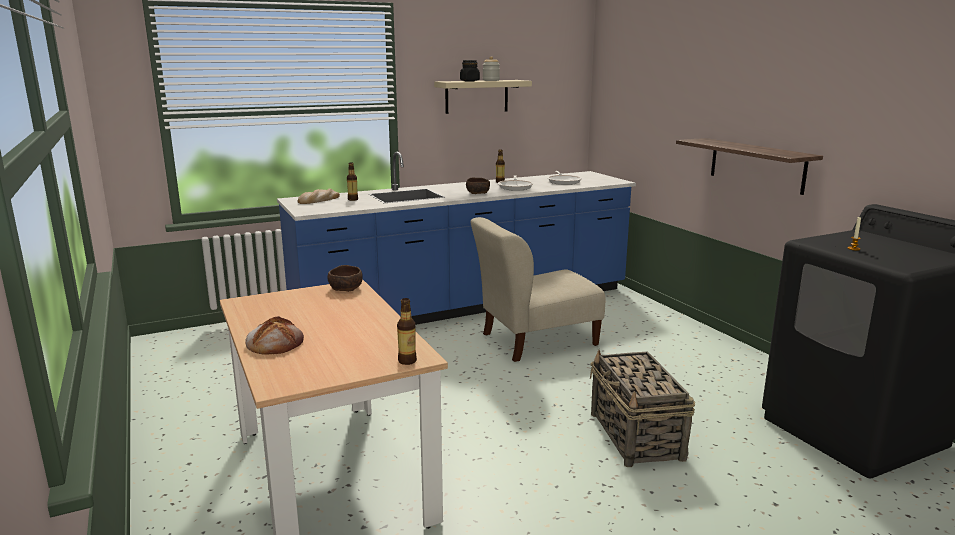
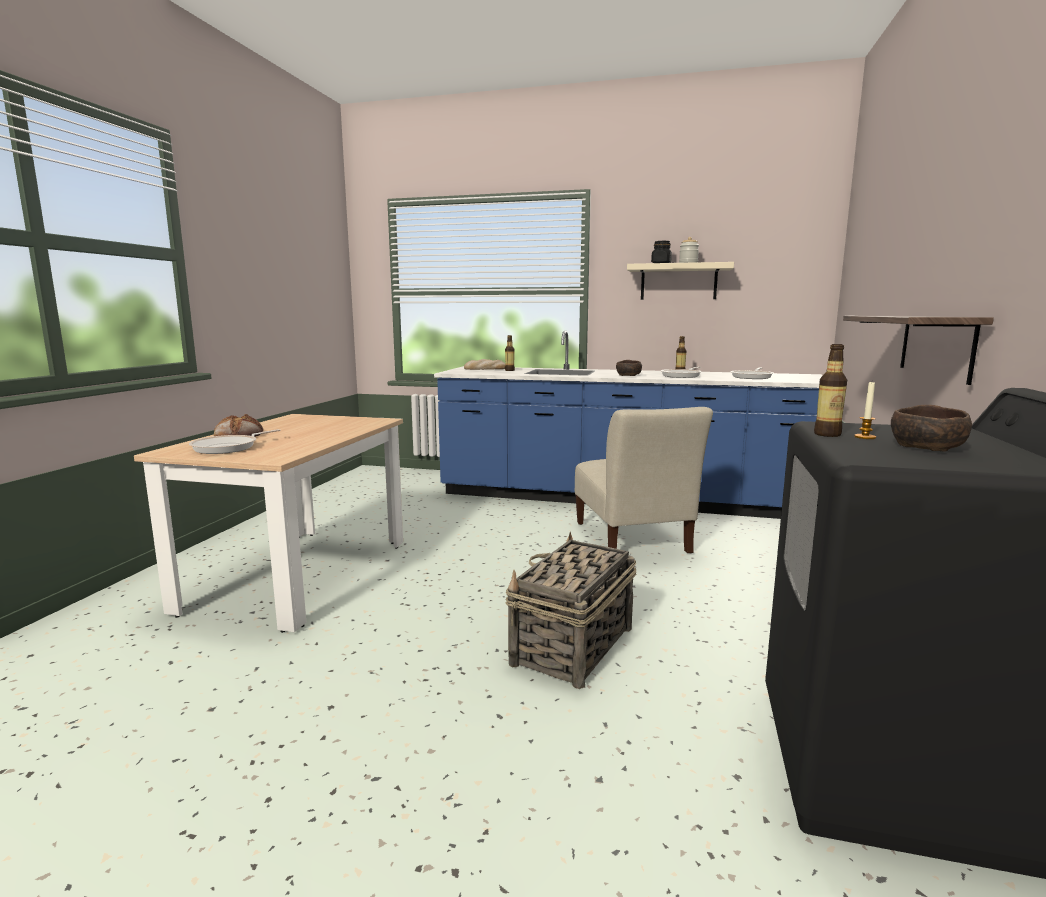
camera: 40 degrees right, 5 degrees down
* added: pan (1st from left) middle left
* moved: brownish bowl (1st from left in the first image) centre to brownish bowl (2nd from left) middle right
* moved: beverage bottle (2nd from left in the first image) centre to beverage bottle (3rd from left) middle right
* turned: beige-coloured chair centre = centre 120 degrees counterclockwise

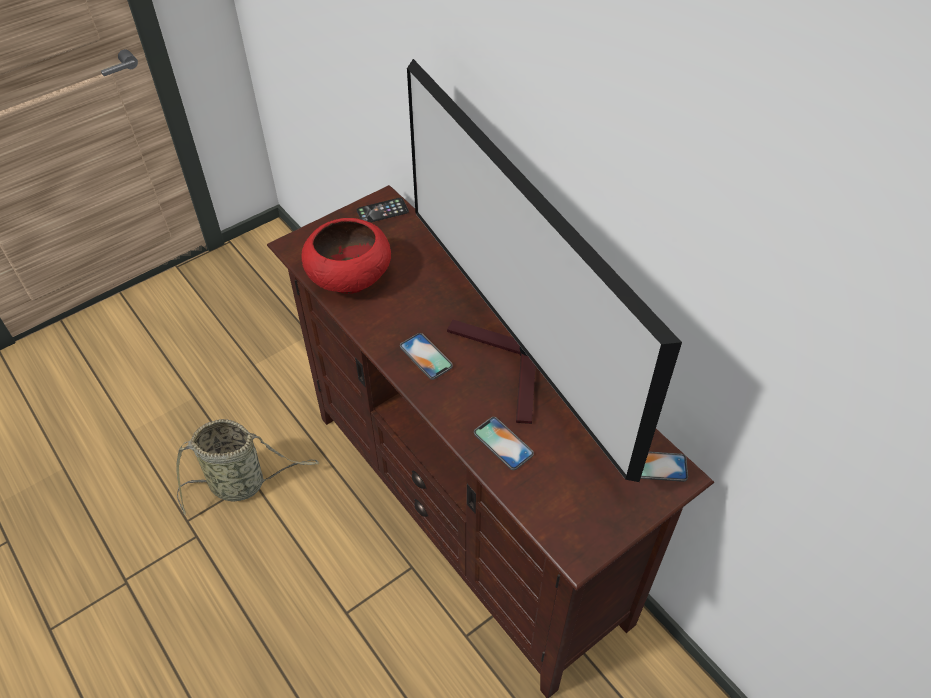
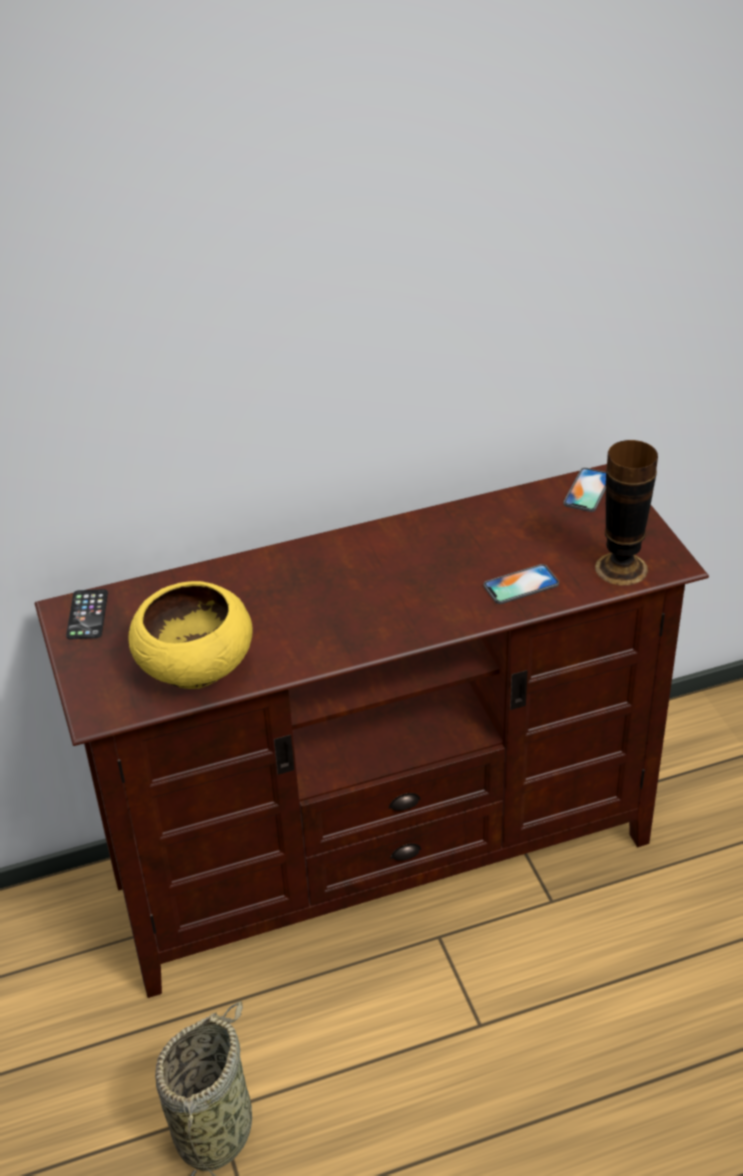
camera: 70 degrees left, 10 degrees down
* removed: handset (2nd from left) centre
* removed: TV set centre
* added: vase middle right
* recoloured: red-coloured bowl centre to yellowish bowl middle left

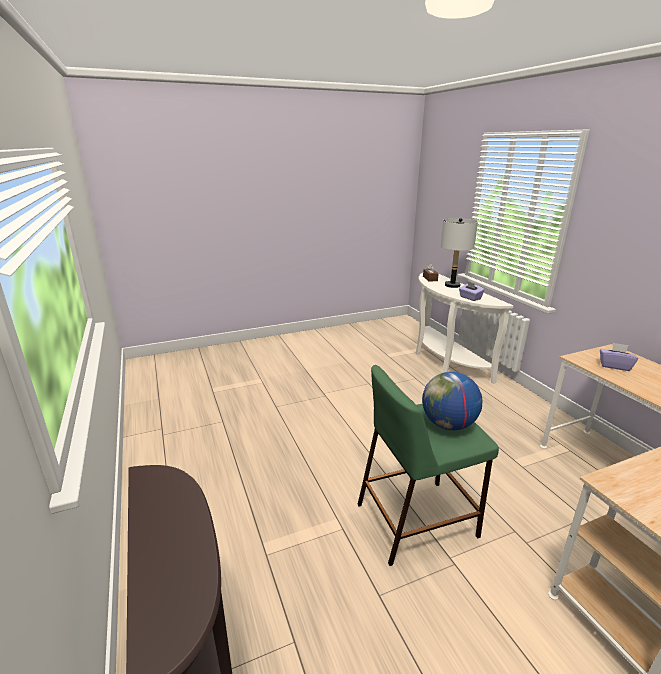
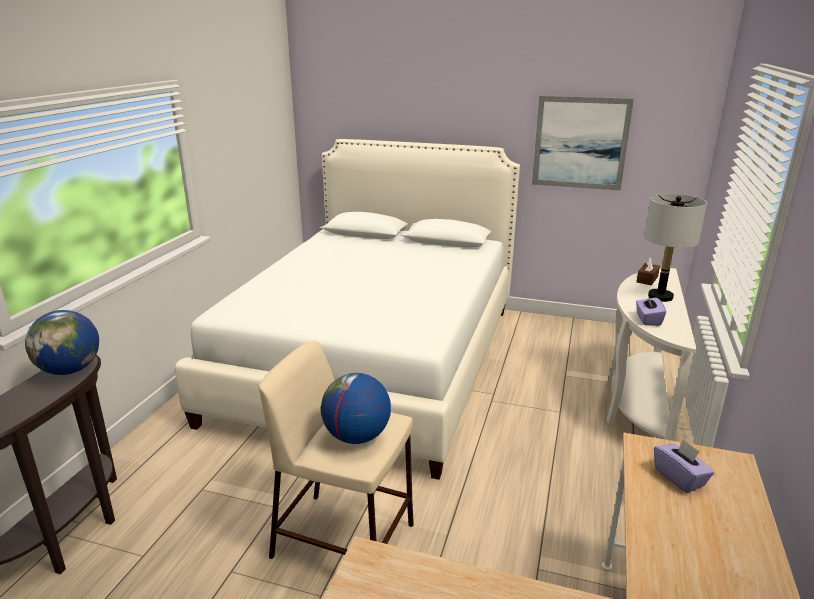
camera: 40 degrees right, 0 degrees up
* added: world globe (1st from left) middle left
* added: white-coloured bedroom bed centre
* added: wall art top right
* recoloured: greenish stool seat bottom centre to beige-coloured stool seat bottom centre

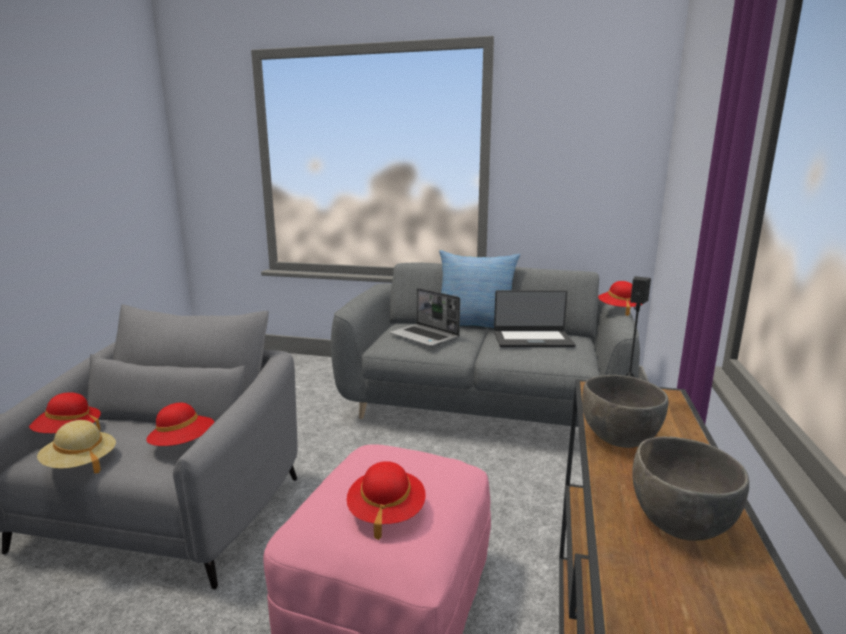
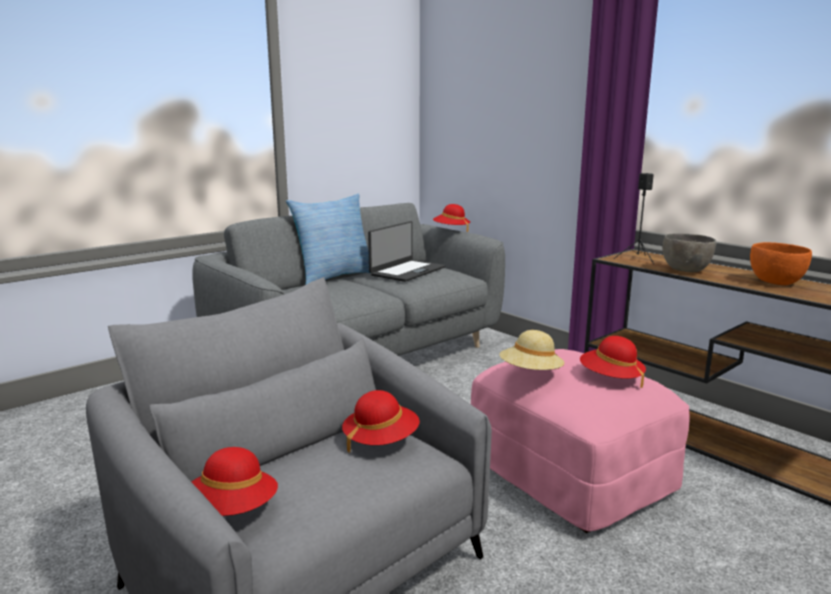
camera: 55 degrees left, 0 degrees up
* removed: laptop (1st from left) centre
* moved: beige-coloured clothing hat bottom left to centre
* recoloured: greyish bowl (2nd from left) bottom right to orange-coloured bowl middle right

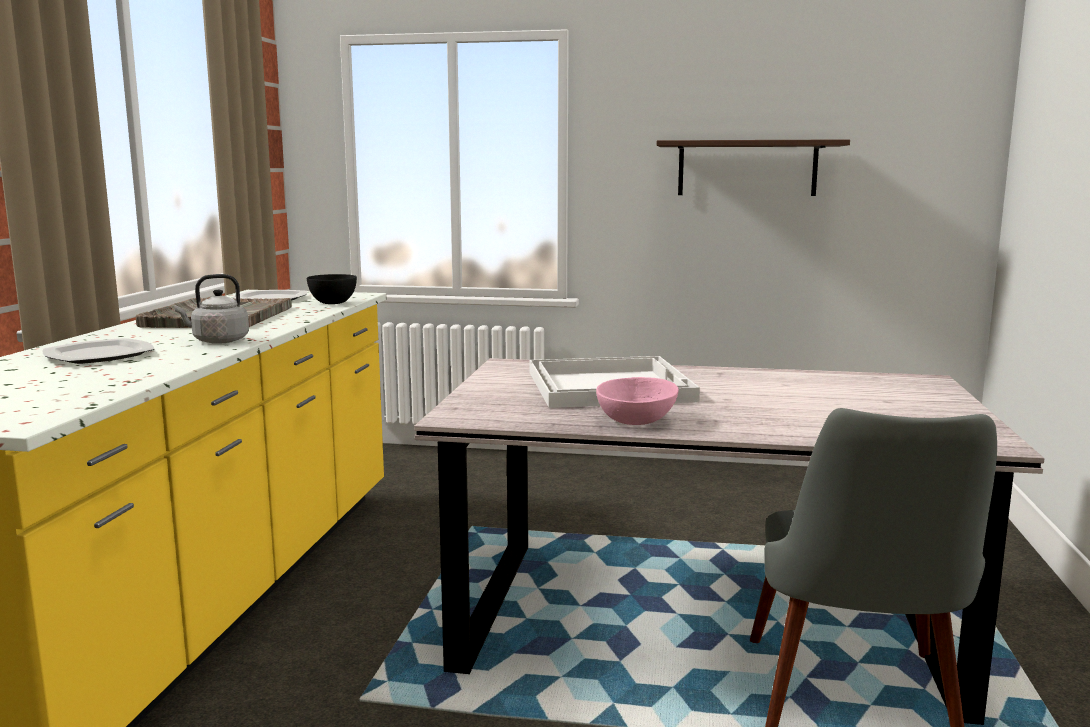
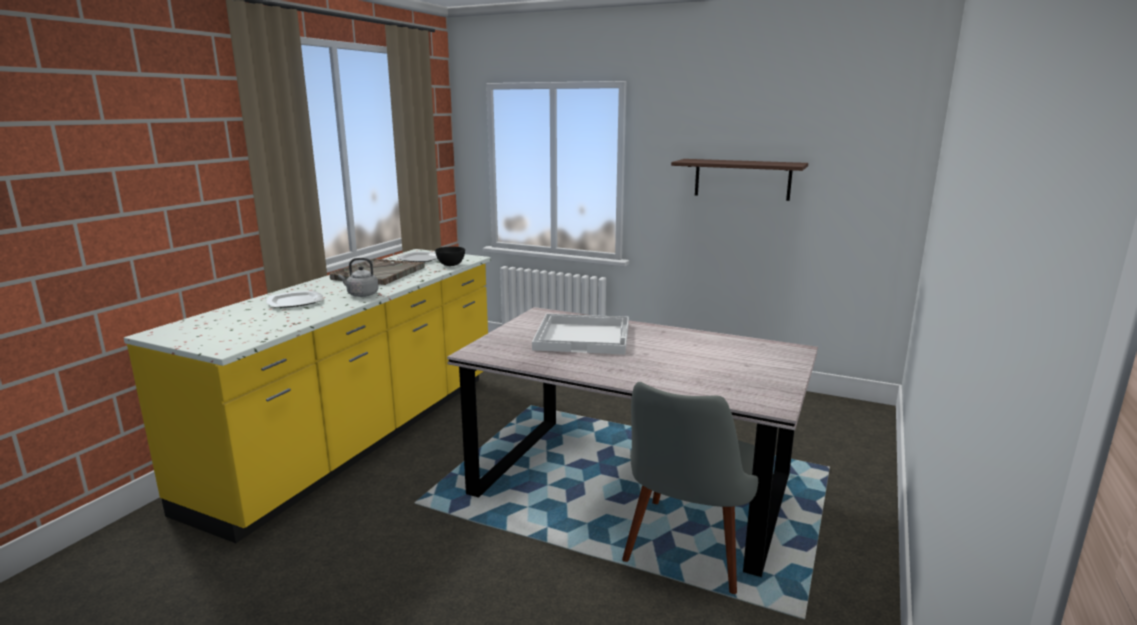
camera: 15 degrees right, 5 degrees up
* removed: pink-coloured bowl centre

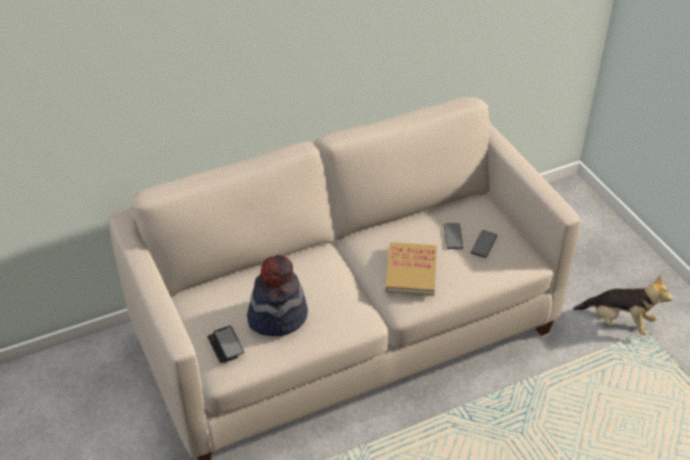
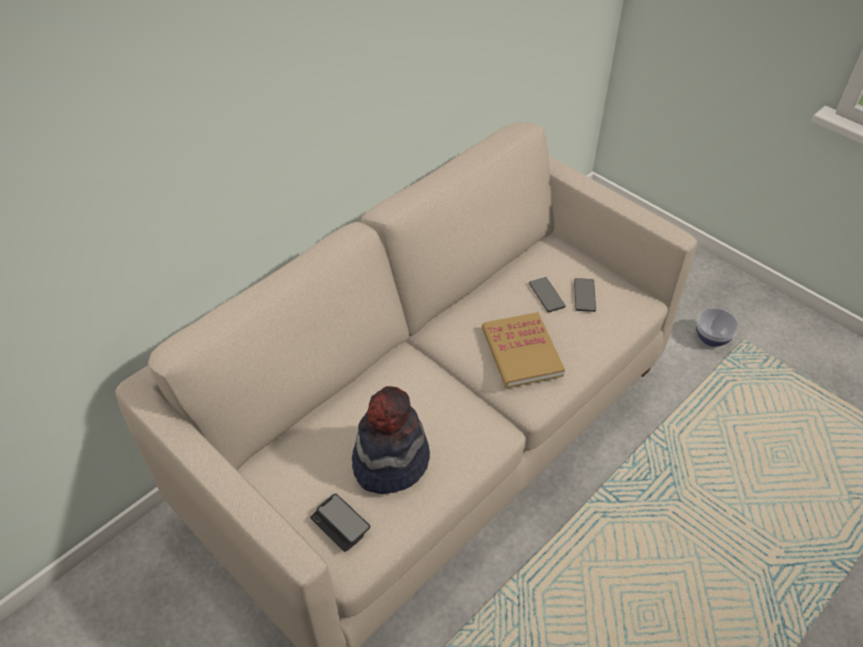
camera: 20 degrees left, 5 degrees up
* replaced: soft toy middle right to bowl middle right

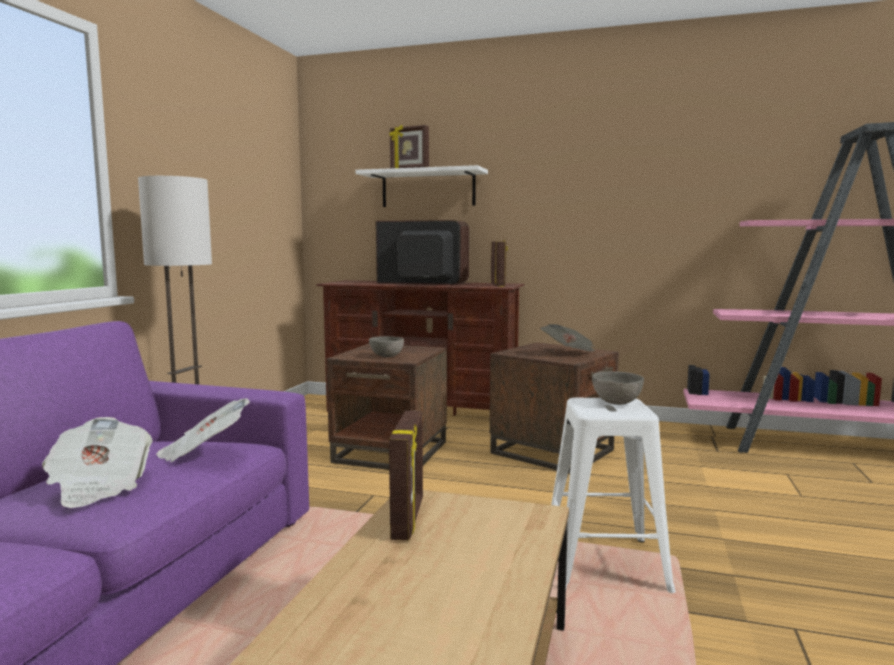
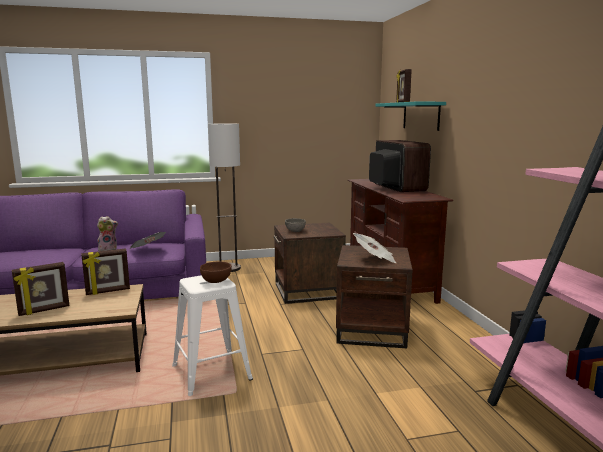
camera: 60 degrees right, 5 degrees up
* moved: standing frame (3rd from left in the first image) centre to standing frame (1st from left) middle left
* replaced: printed paper (1st from left) bottom left to soft toy middle left
* recoloured: white-coloured bracket shelf top centre to blue-green bracket shelf top right
* recoloured: greyish bowl (2nd from left) middle right to brownish bowl centre

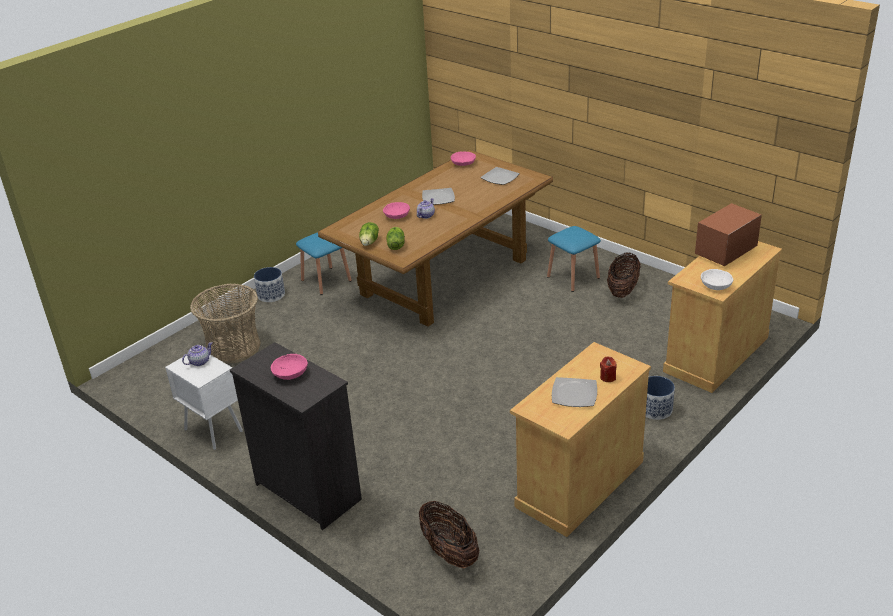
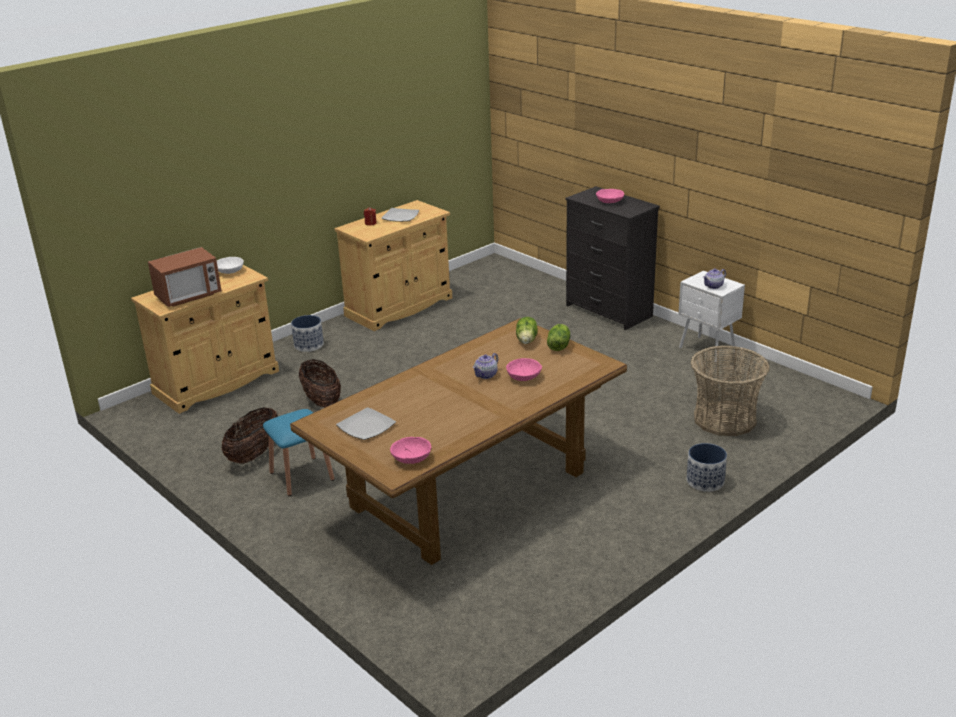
camera: 175 degrees left, 5 degrees down
* removed: blue stool seat (1st from left) centre
* removed: flat dish (1st from left) top centre
* moved: storage basket (2nd from left) bottom centre to centre

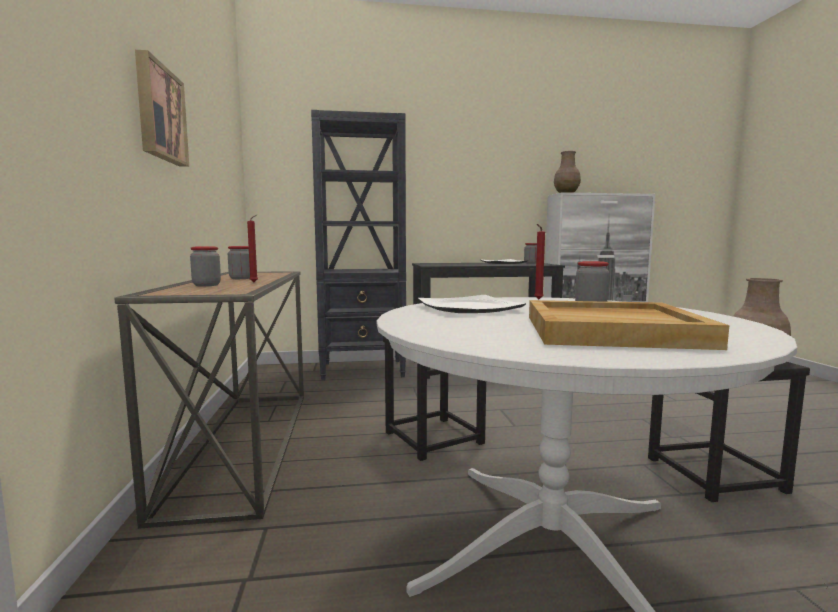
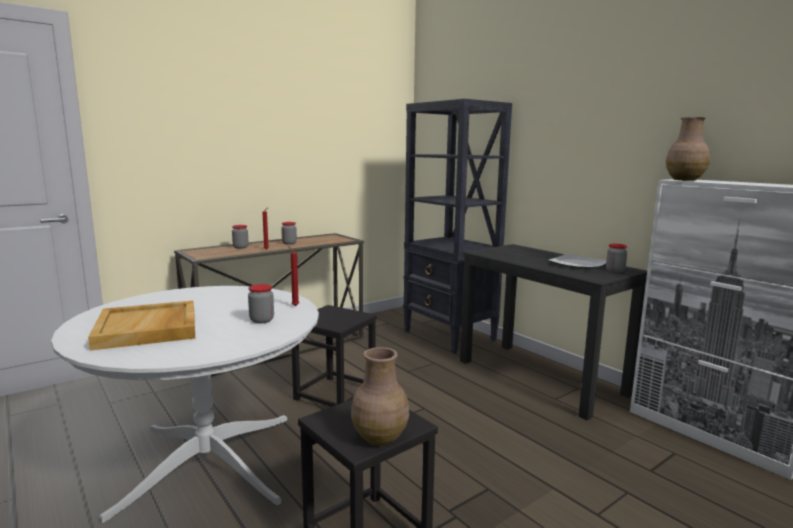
camera: 60 degrees right, 5 degrees up
* removed: wall art top left
* removed: flat dish (1st from left) centre

